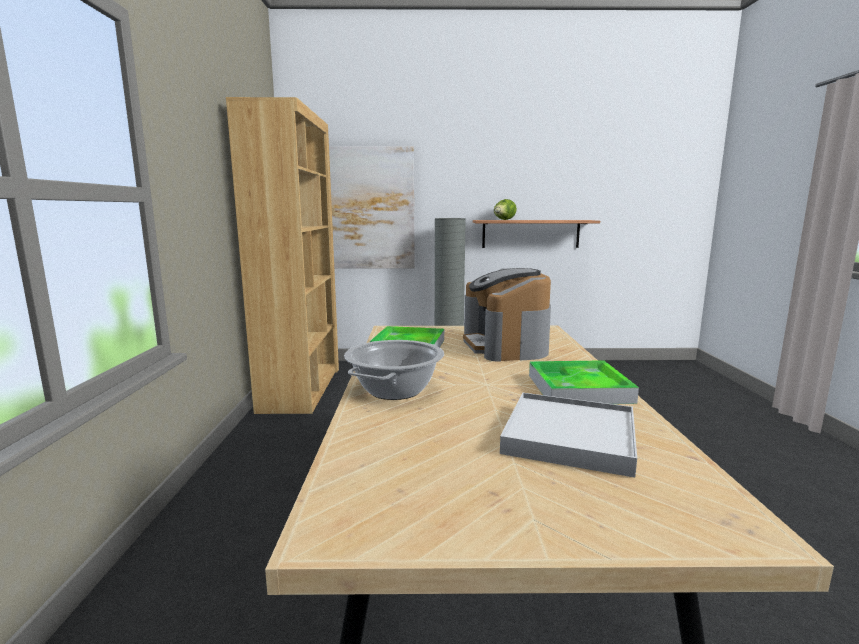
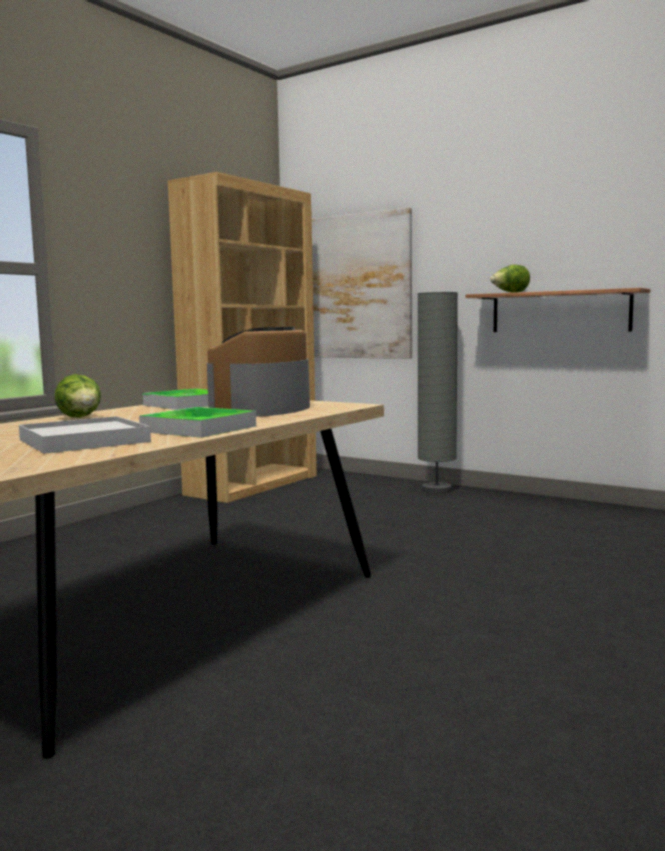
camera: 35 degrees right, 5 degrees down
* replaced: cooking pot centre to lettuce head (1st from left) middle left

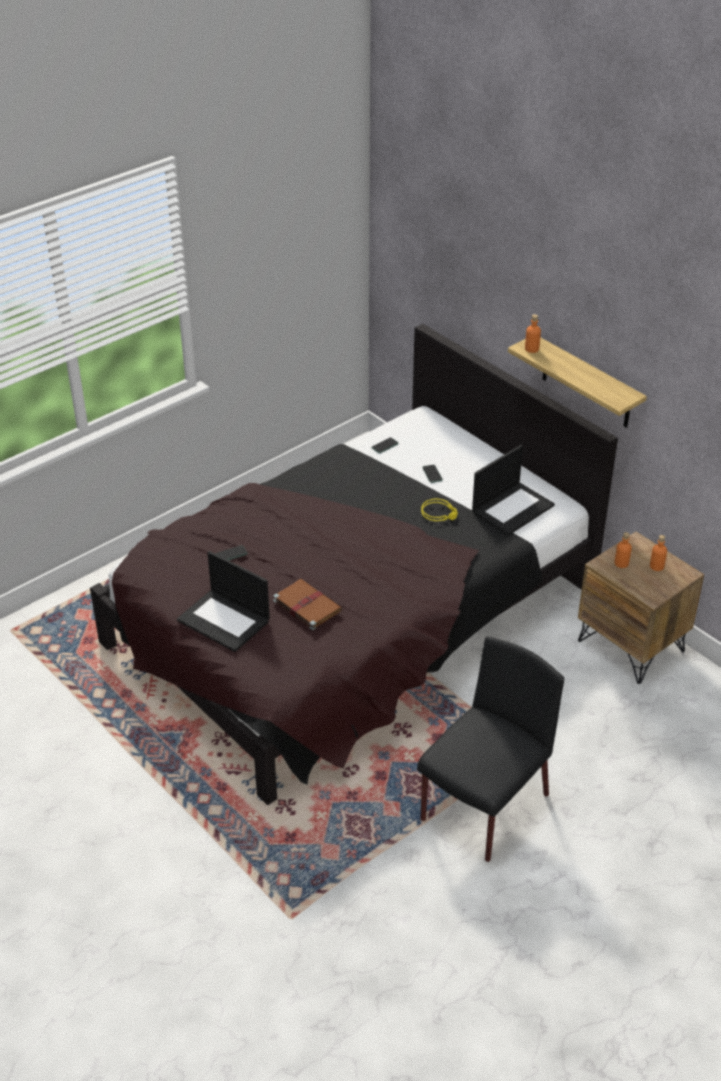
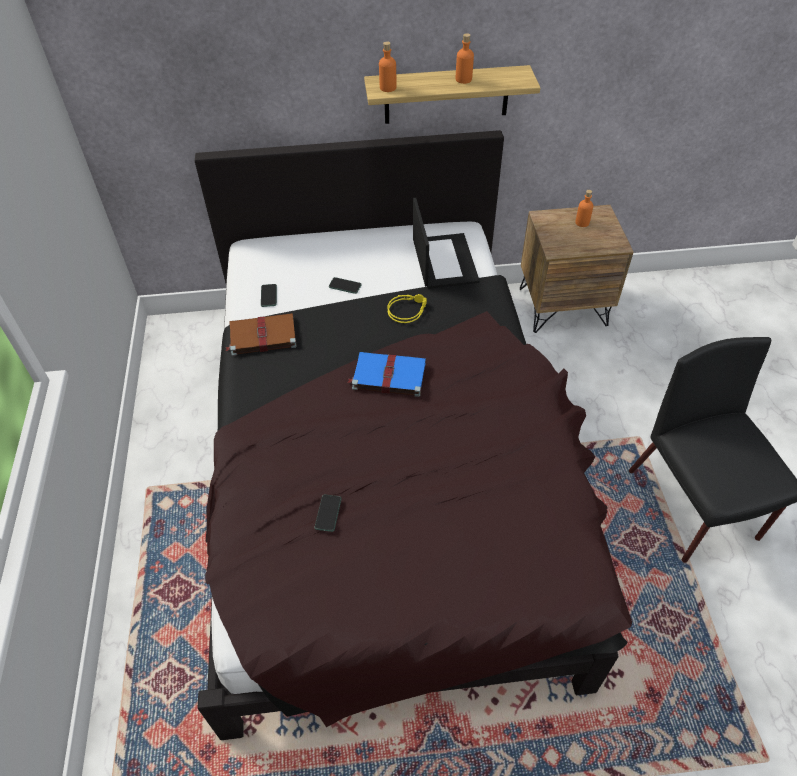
camera: 55 degrees left, 10 degrees up
* removed: laptop (1st from left) middle left
* added: blue bound book centre
* moved: brownish bound book centre to middle left
* moved: orange-coloured beverage bottle (2nd from left) middle right to top centre

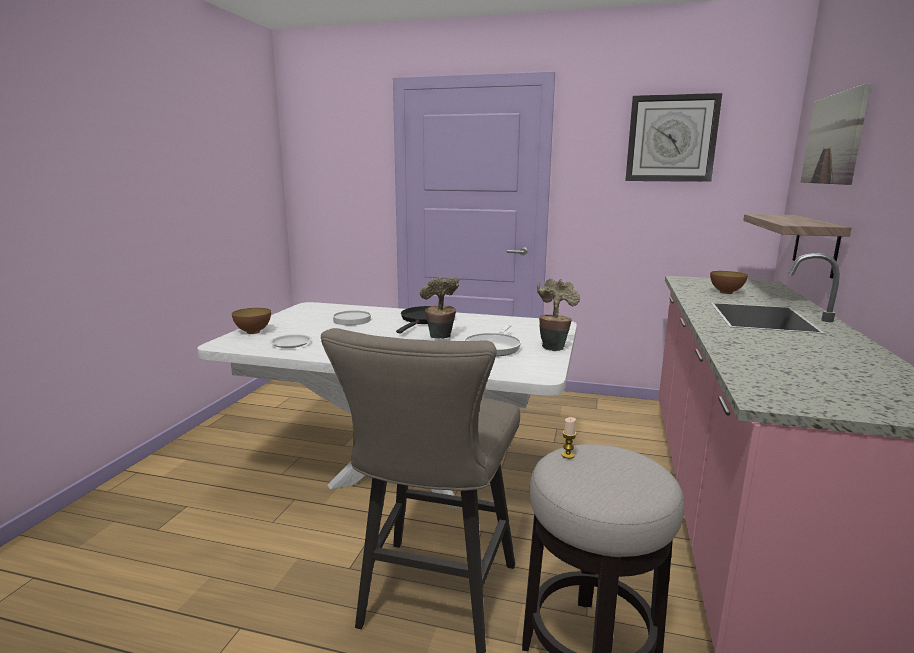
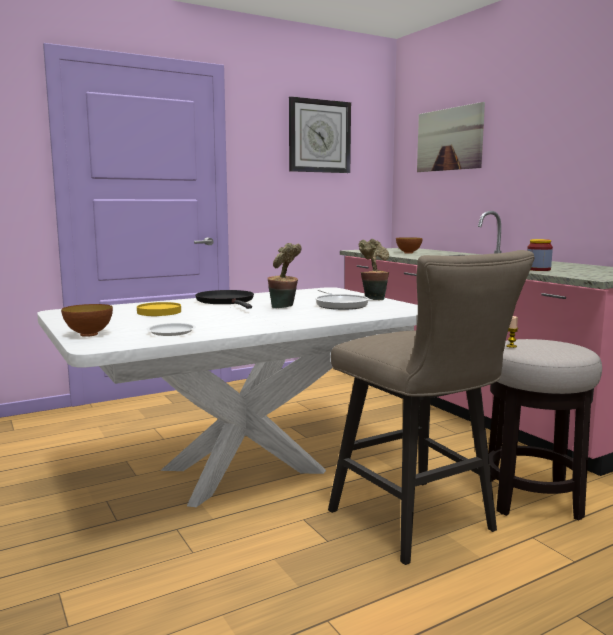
camera: 45 degrees left, 5 degrees down
* removed: bracket shelf middle right
* added: preserve jar middle right
* recoloured: white-coloured flat dish (2nd from left) centre to yellowish flat dish middle left

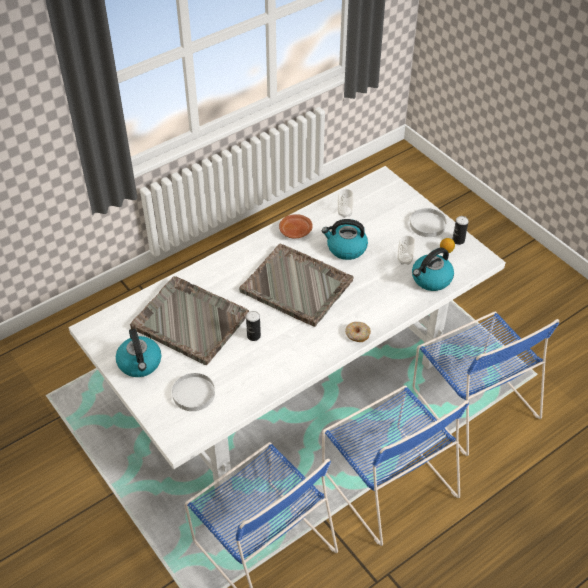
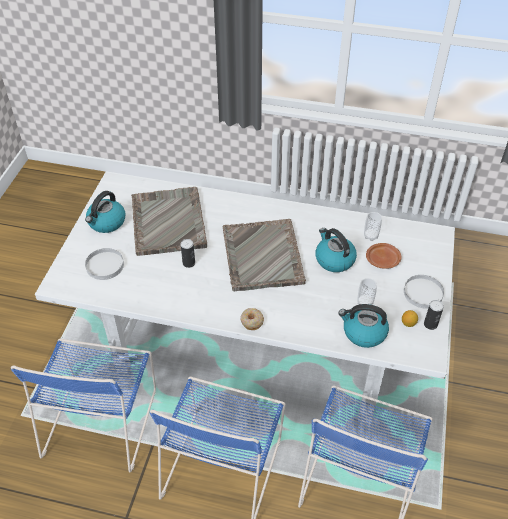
camera: 50 degrees right, 0 degrees up
* moved: brownish flat dish centre to middle right

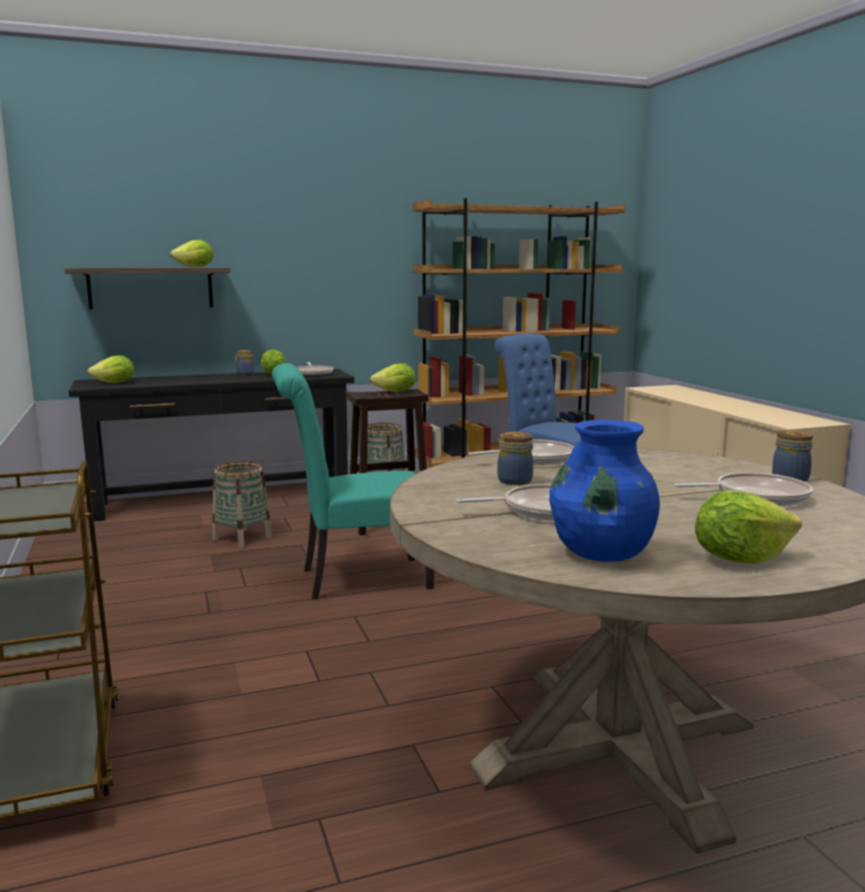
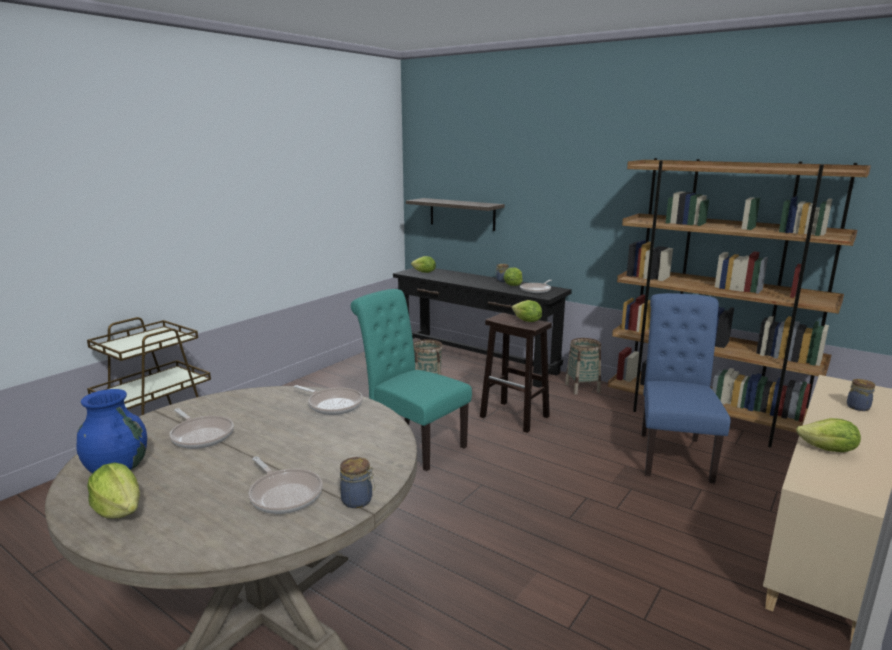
camera: 55 degrees right, 5 degrees up
* moved: lettuce head (2nd from left in the first image) top left to lettuce head (5th from left) bottom right
* moved: preserve jar (2nd from left in the first image) centre to preserve jar (3rd from left) middle right

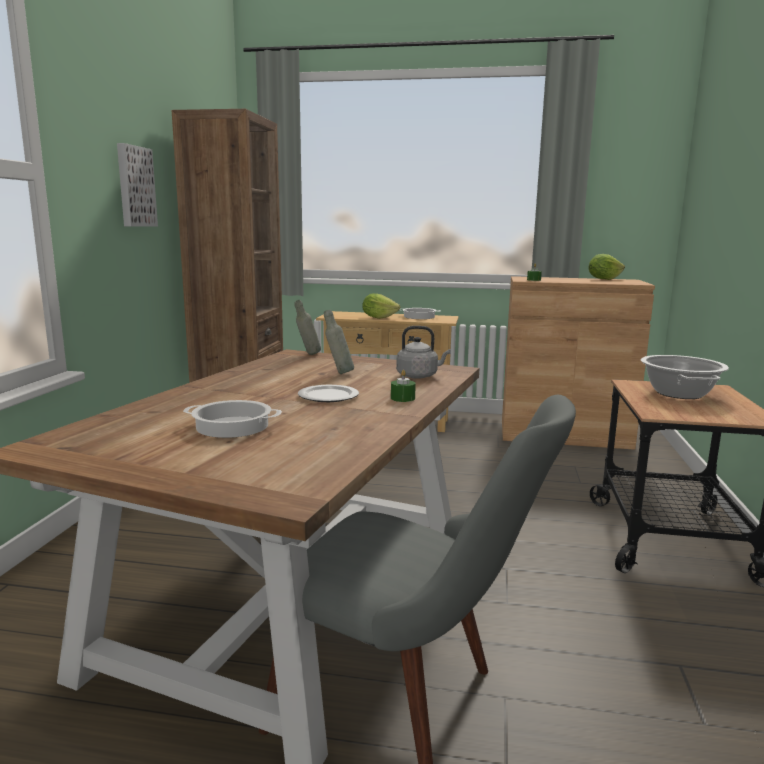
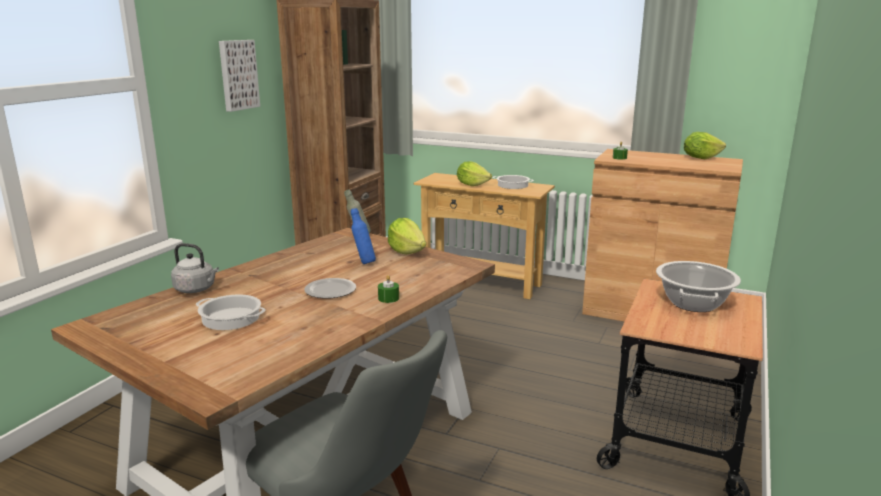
camera: 15 degrees right, 5 degrees up
* added: lettuce head (1st from left) centre
* moved: greyish kettle centre to middle left
* recoloured: greyish beverage bottle (2nd from left) centre to blue beverage bottle centre

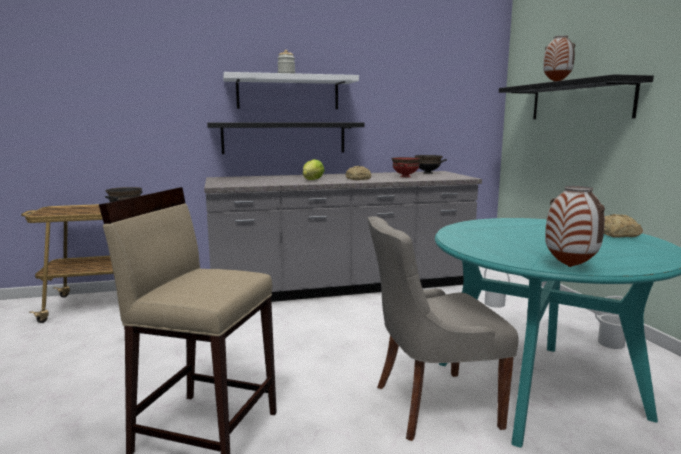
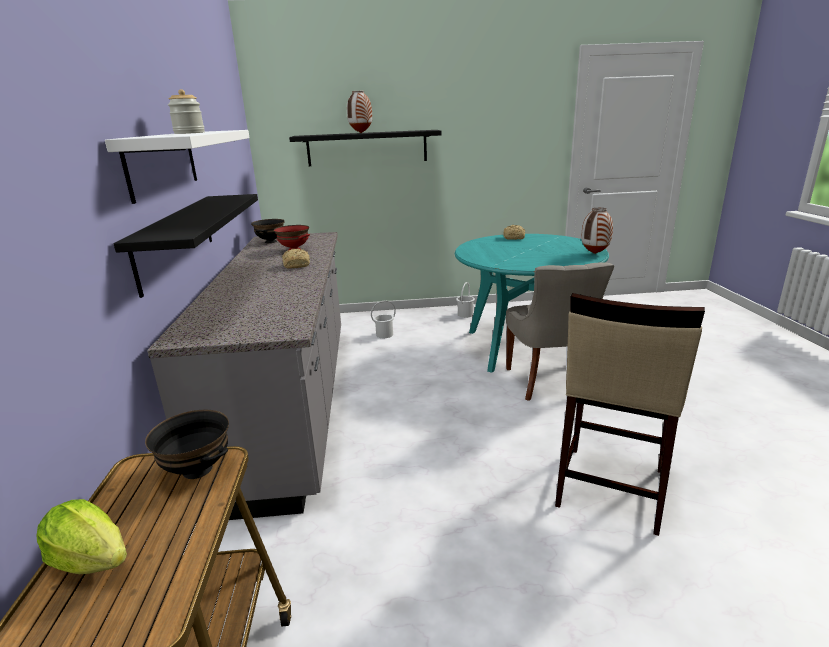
camera: 80 degrees left, 10 degrees up
* moved: lettuce head centre to bottom left

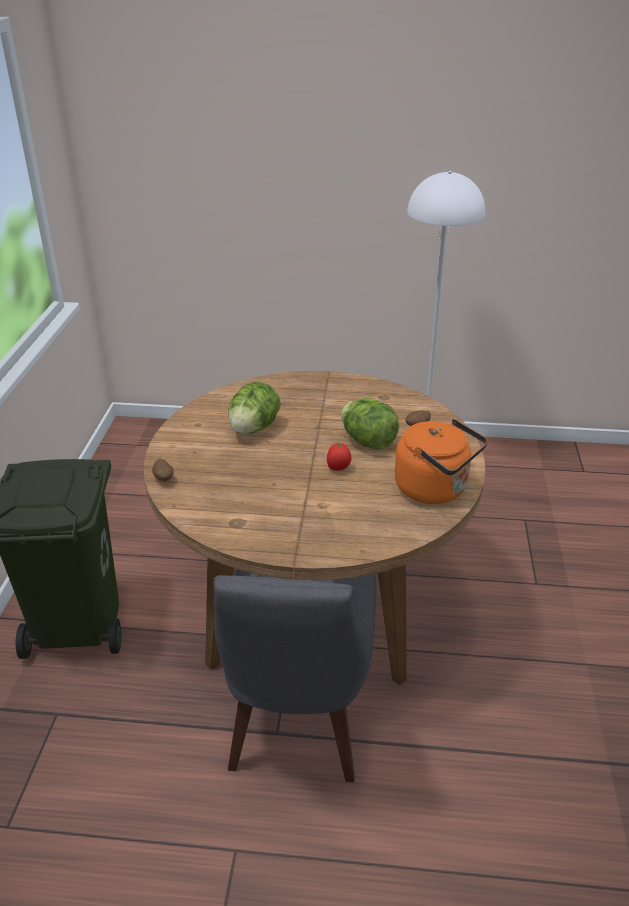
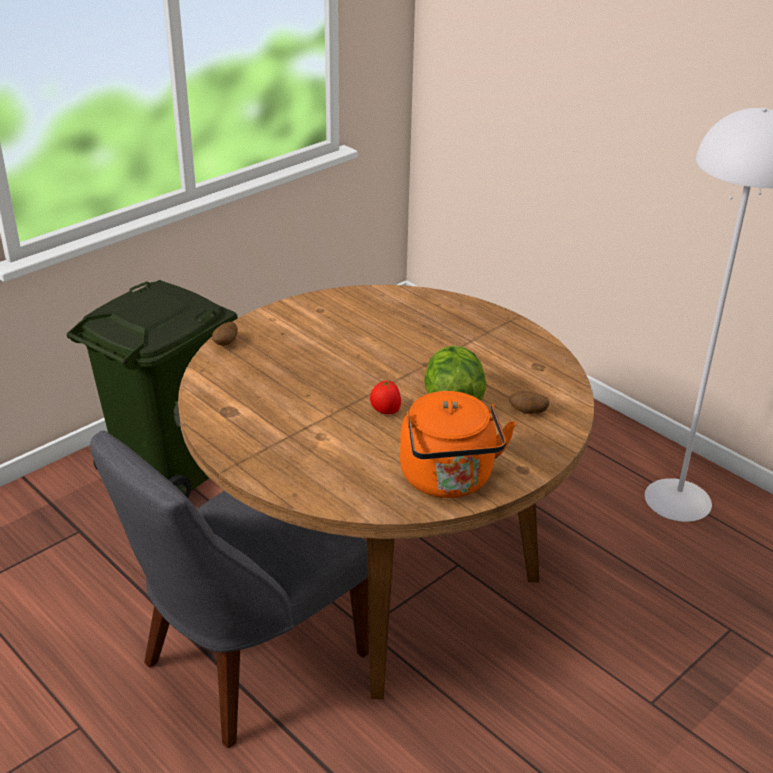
camera: 40 degrees right, 0 degrees up
* removed: lettuce head (1st from left) centre

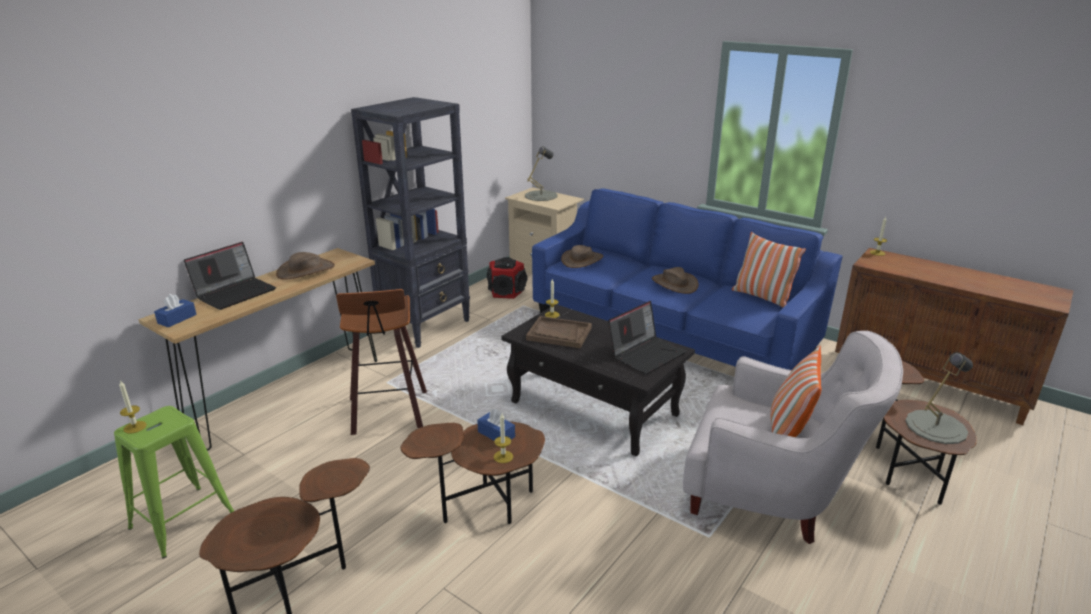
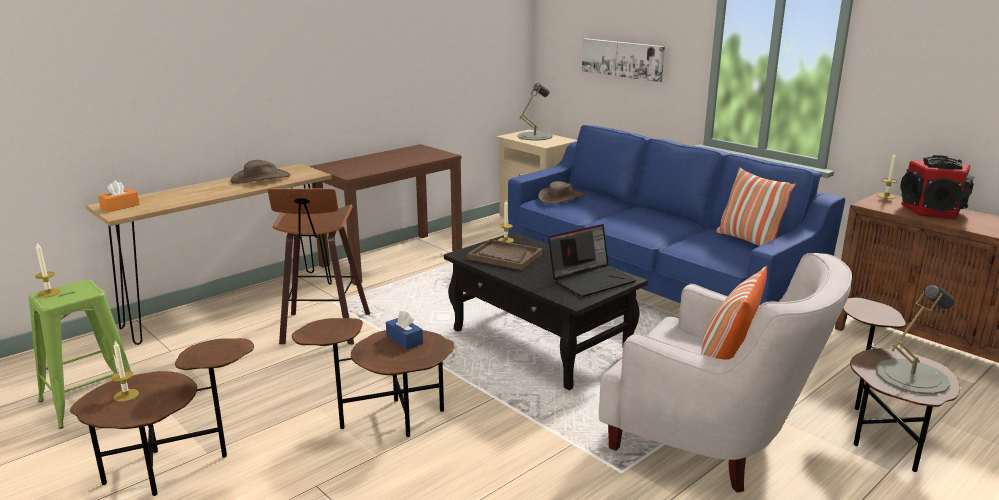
camera: 10 degrees right, 5 degrees down
* removed: laptop (1st from left) middle left
* removed: brownish clothing hat (3rd from left) centre
* added: wall art top centre
* moved: speaker centre to middle right
* moved: candle (2nd from left) bottom centre to bottom left
* replaced: blackish bookcase centre to brownish narrow table (2nd from left) centre
* recoloured: blue tissue box (1st from left) middle left to orange-coloured tissue box middle left

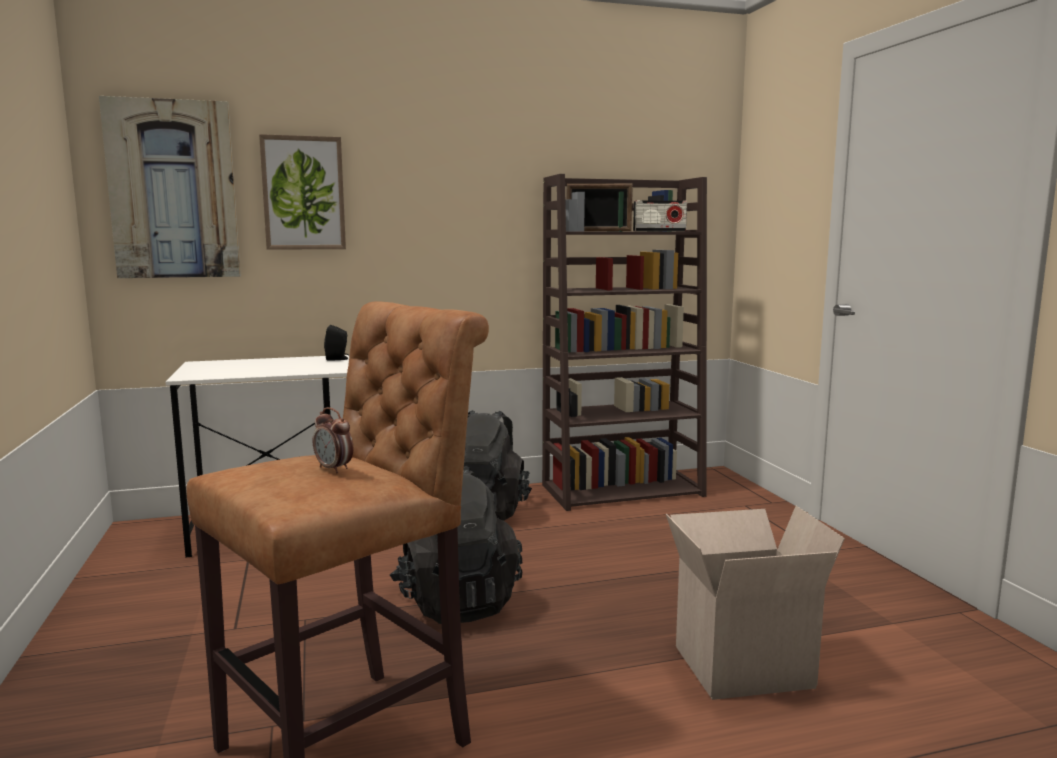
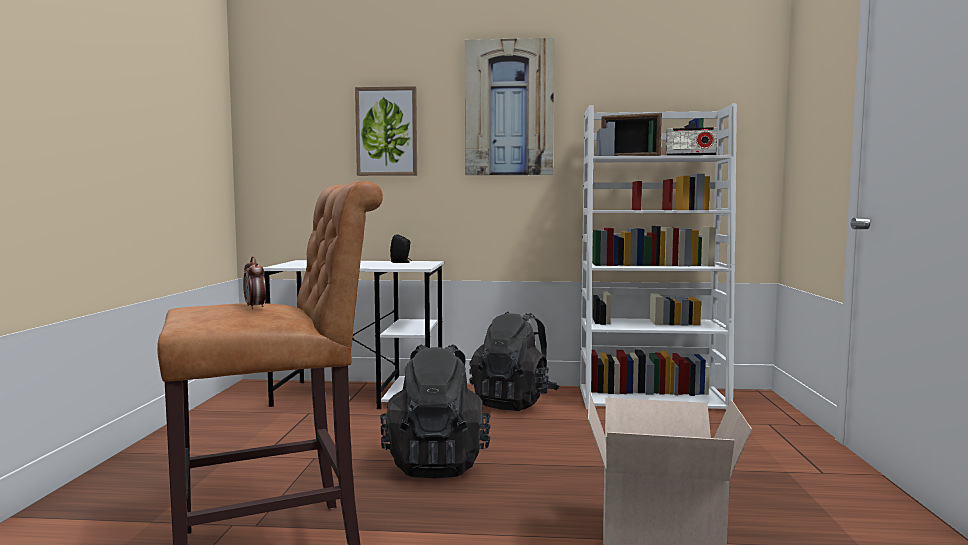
camera: 20 degrees right, 5 degrees down
* moved: wall art (1st from left in the first image) top left to wall art (2nd from left) top centre
* recoloured: brownish bookcase centre to white-coloured bookcase middle right

